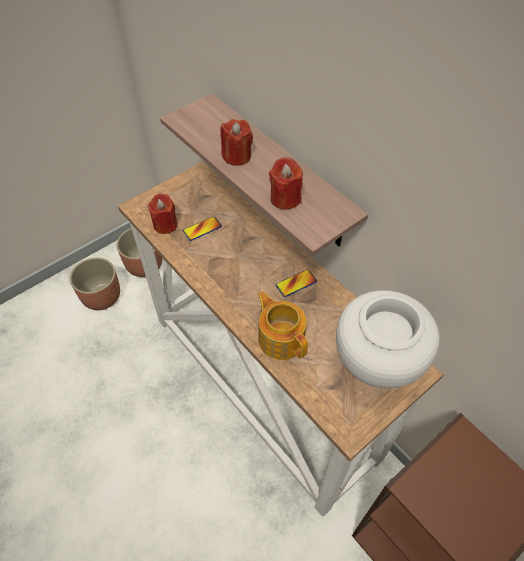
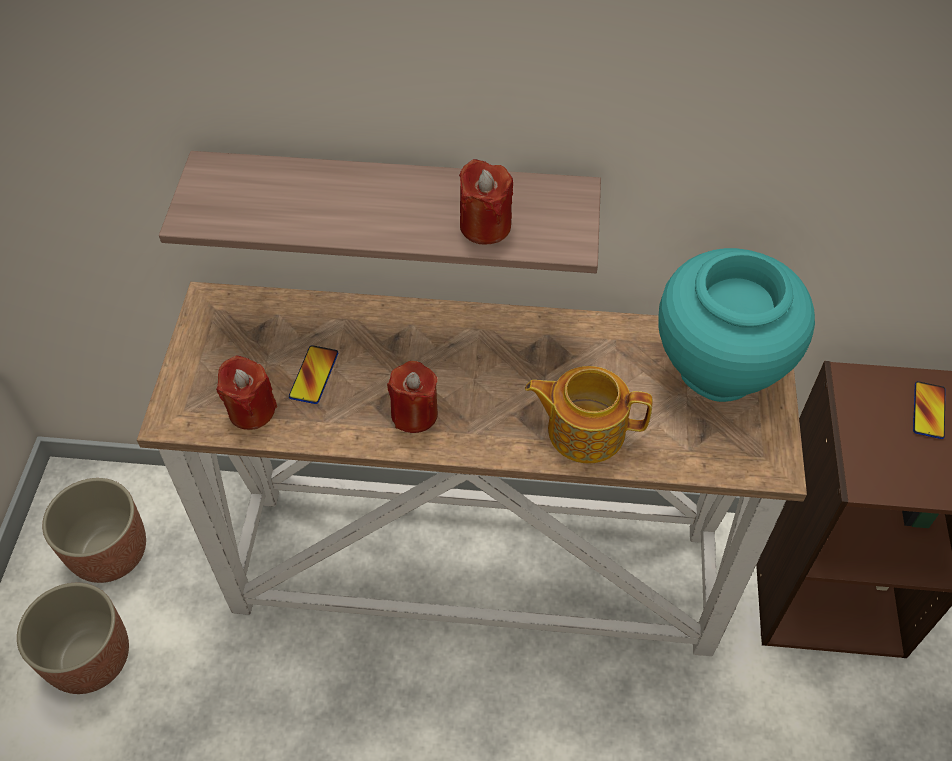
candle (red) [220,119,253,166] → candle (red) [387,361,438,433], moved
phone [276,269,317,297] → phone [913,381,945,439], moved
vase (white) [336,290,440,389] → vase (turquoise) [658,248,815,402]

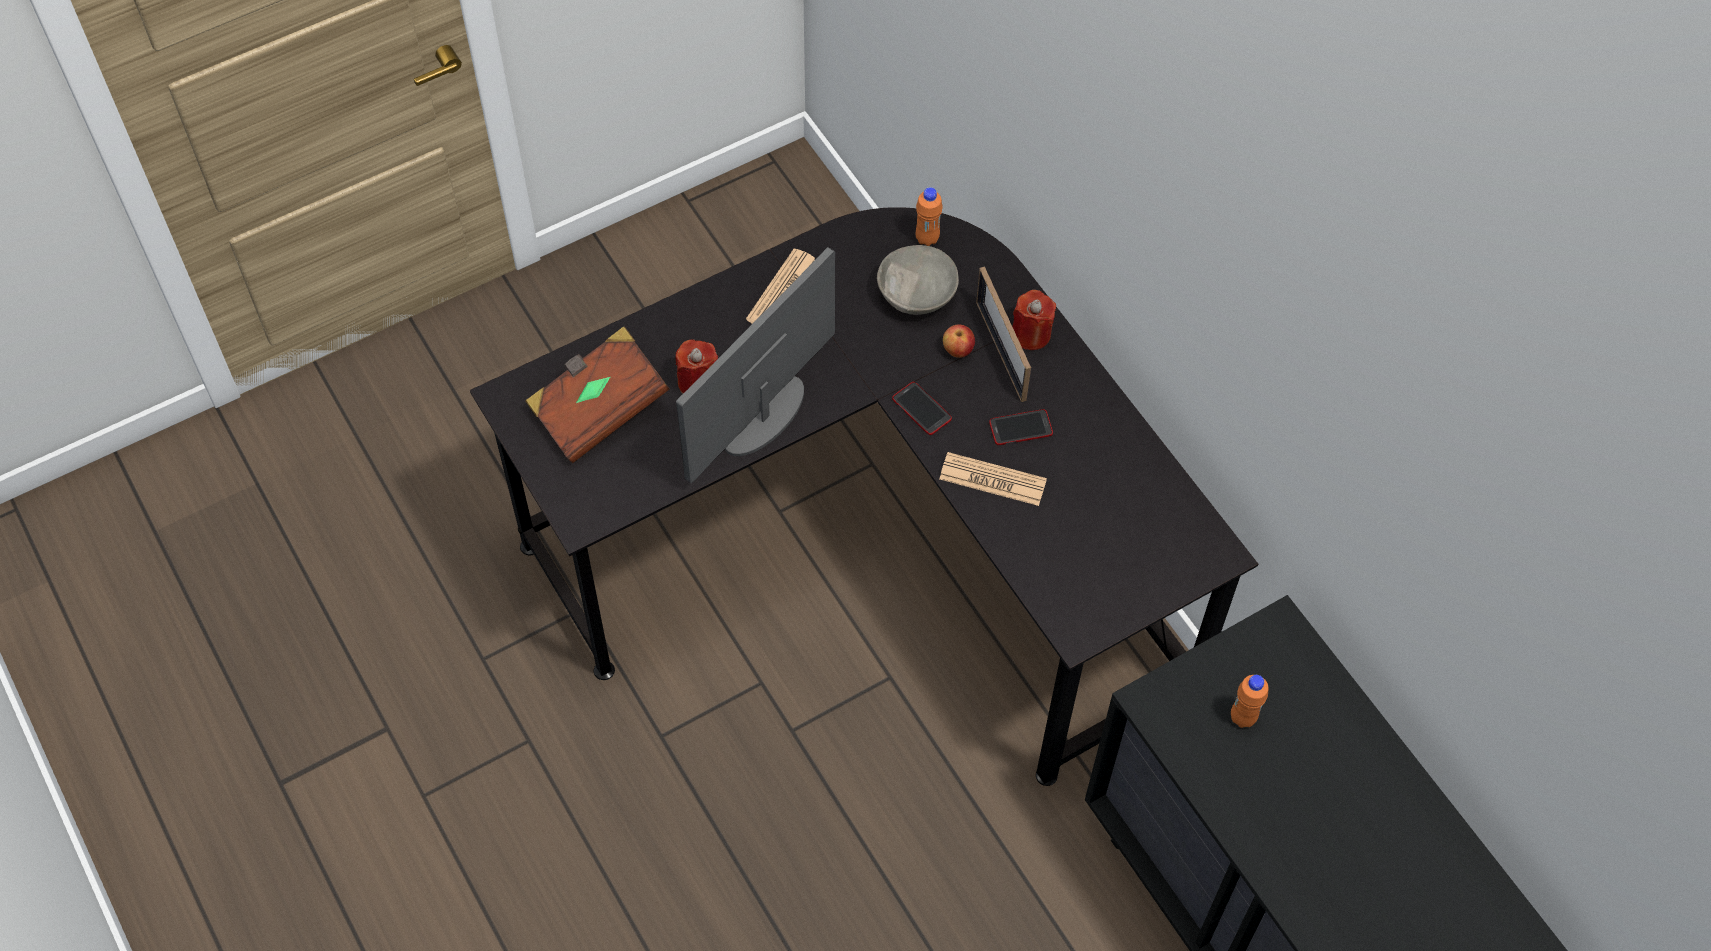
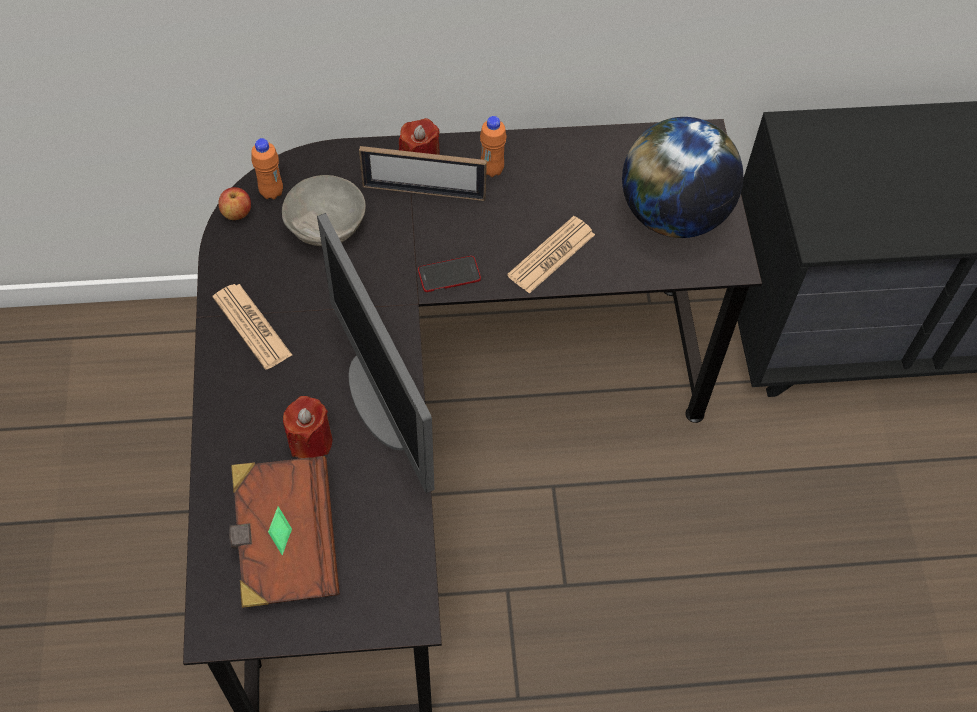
apple [943,325,975,358] → apple [218,187,251,220], moved
phone [989,409,1053,445] → -
bottle (orange) [1231,675,1269,728] → bottle (orange) [480,116,507,177], moved
- → globe [622,117,743,238]

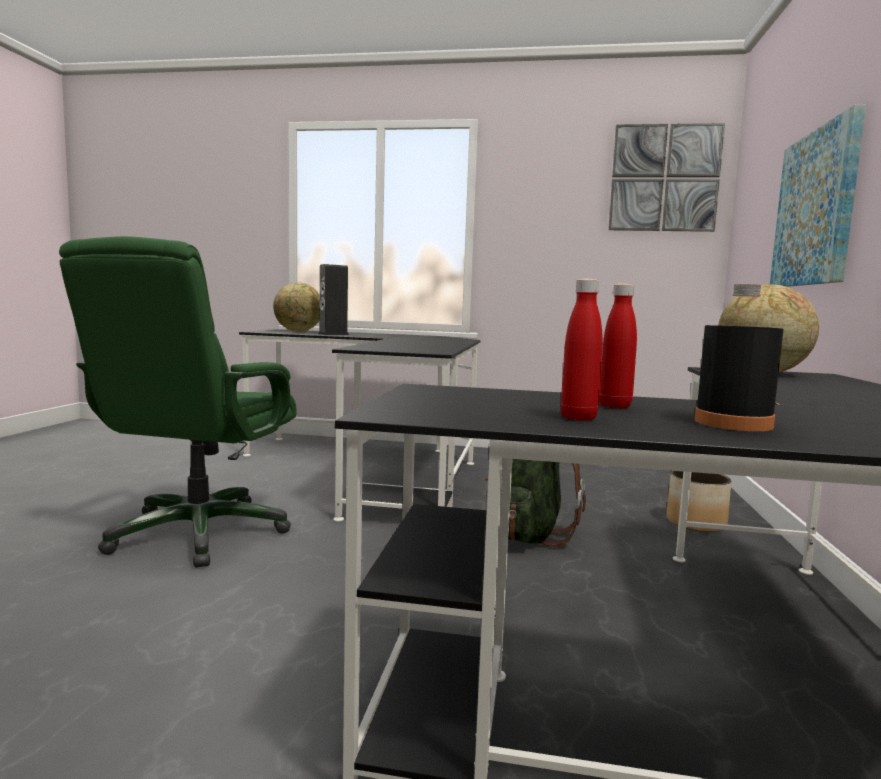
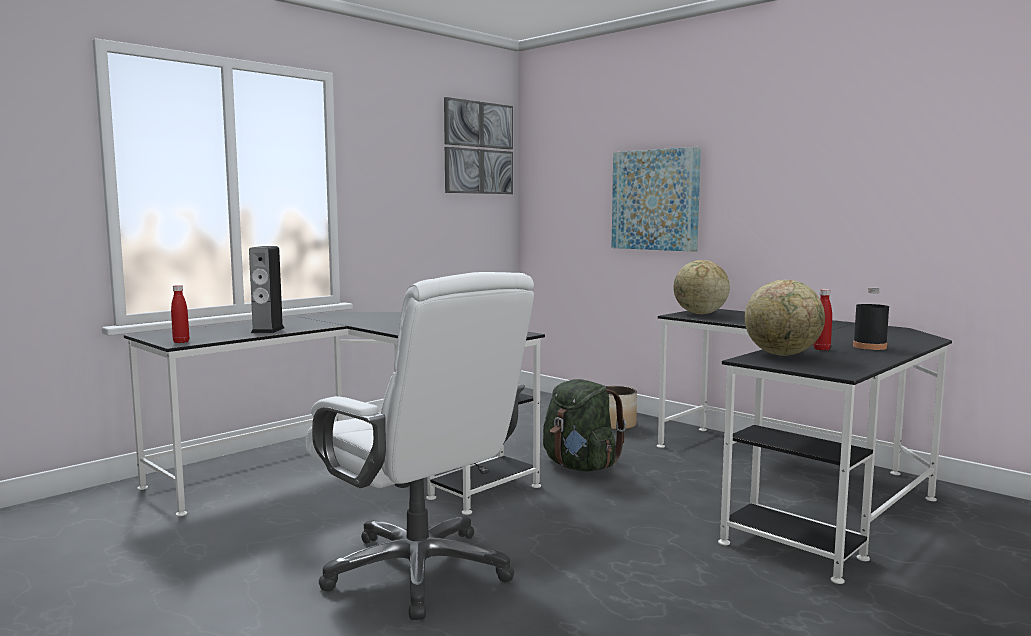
office chair (green) [59,236,297,568] → office chair (white) [305,272,534,620]
bottle (red) [561,279,603,421] → bottle (red) [171,285,189,343], moved
globe [273,282,320,332] → globe [745,280,825,356], moved

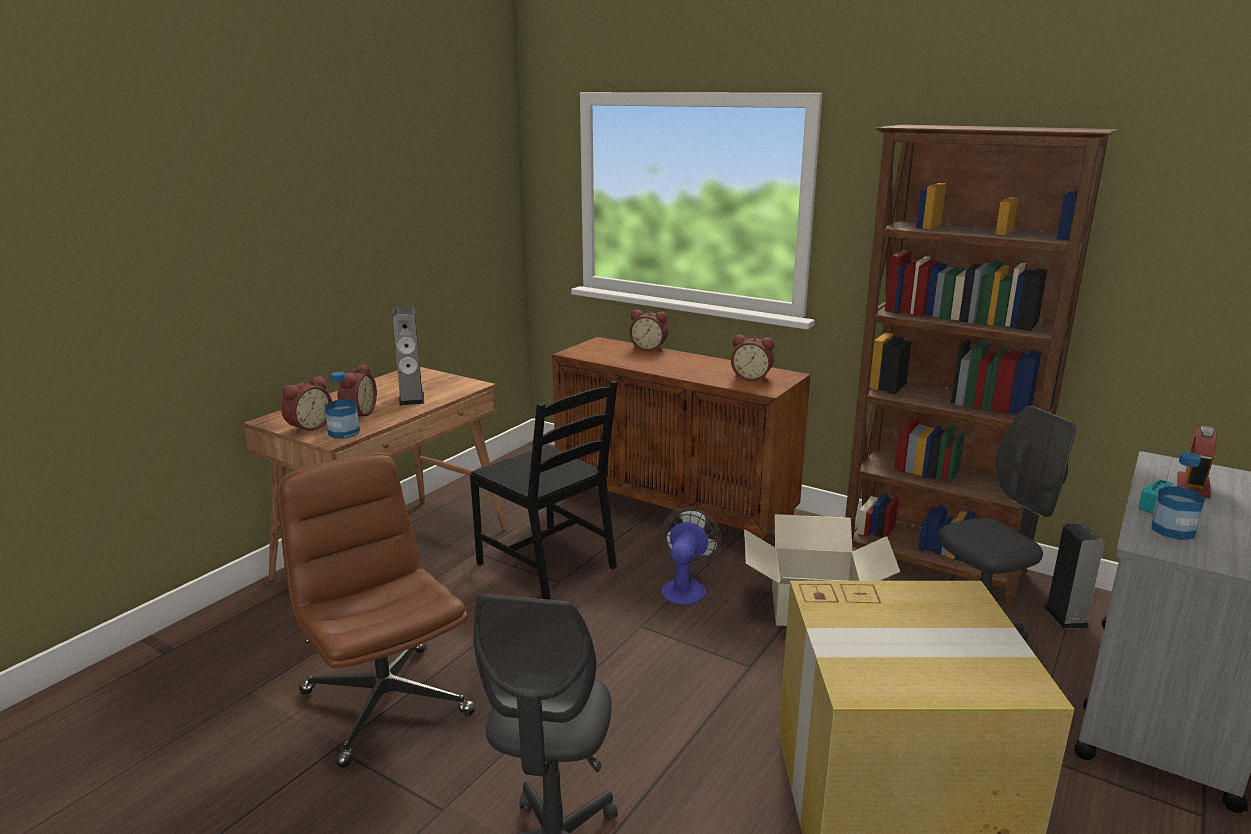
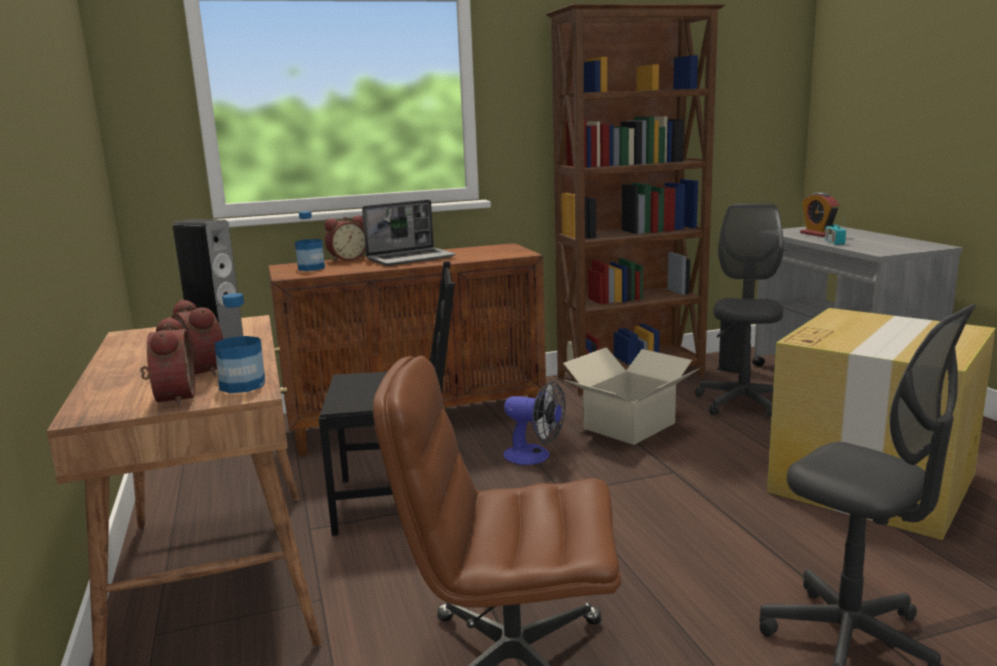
alarm clock [731,335,775,381] → -
bottle [1152,452,1205,540] → bottle [295,211,325,271], moved
fan [662,508,721,605] → fan [504,381,565,465], 150 degrees clockwise
- → laptop [362,200,456,266]

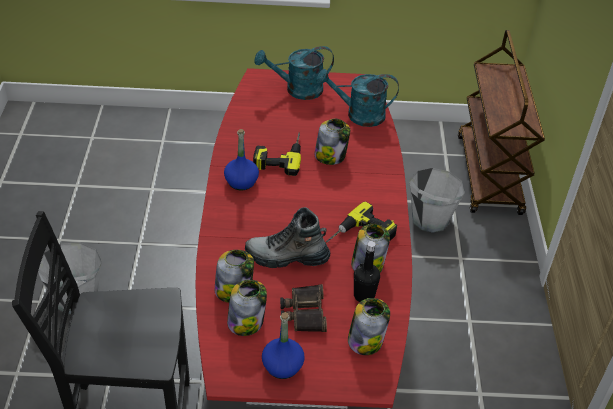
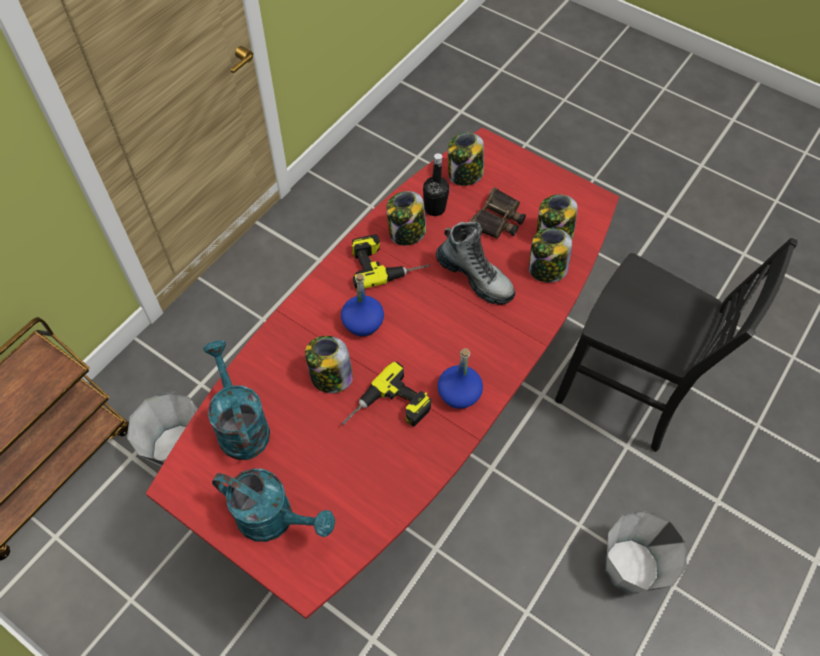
watering can (turquoise) [316,69,399,127] → watering can (turquoise) [203,340,270,460], 150 degrees counterclockwise
bottle (blue) [262,312,305,379] → bottle (blue) [341,274,384,336], moved

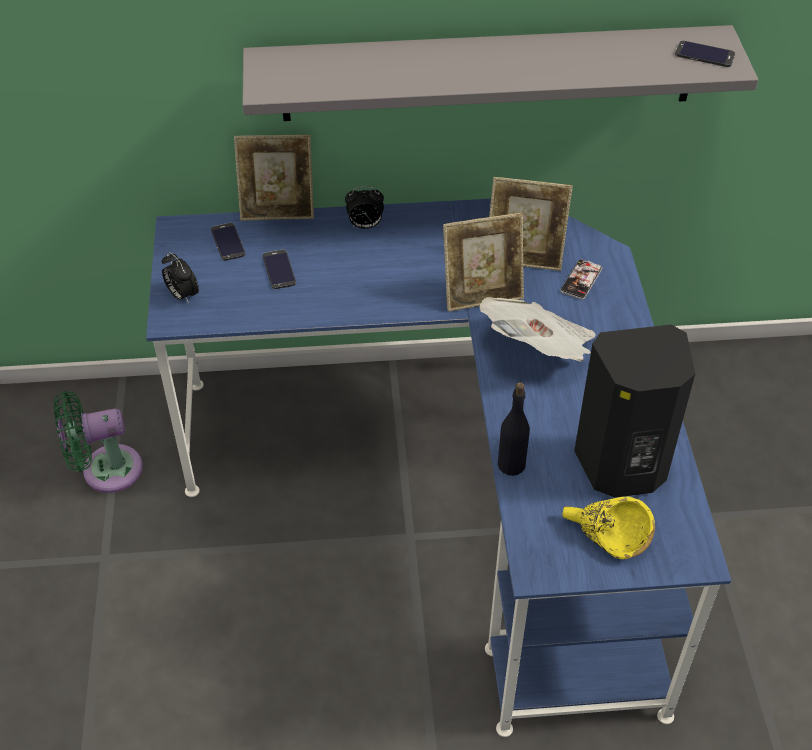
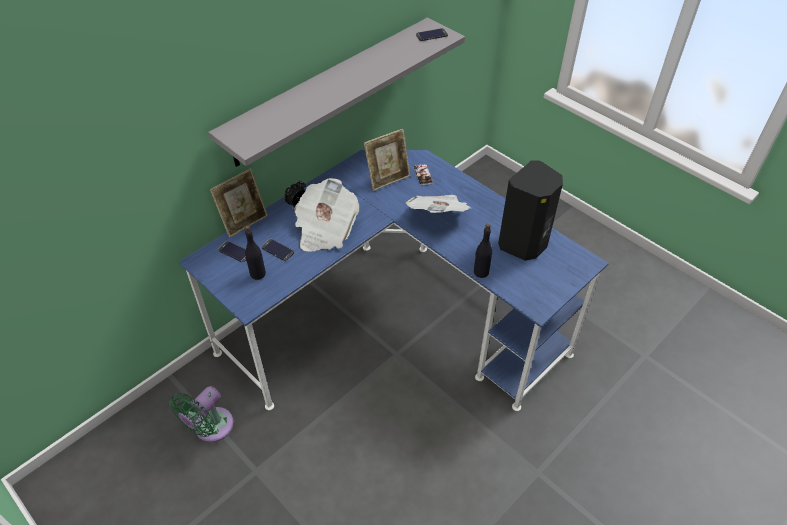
picture frame [443,213,524,312] → -
alarm clock [161,252,199,304] → -
bowl (yellow) [562,497,655,559] → -
- → newspaper [294,178,359,252]
- → bottle (black) [245,226,266,280]

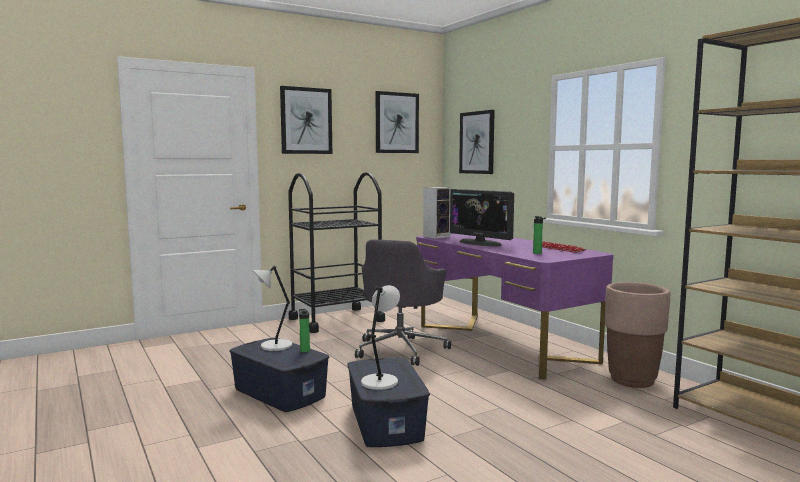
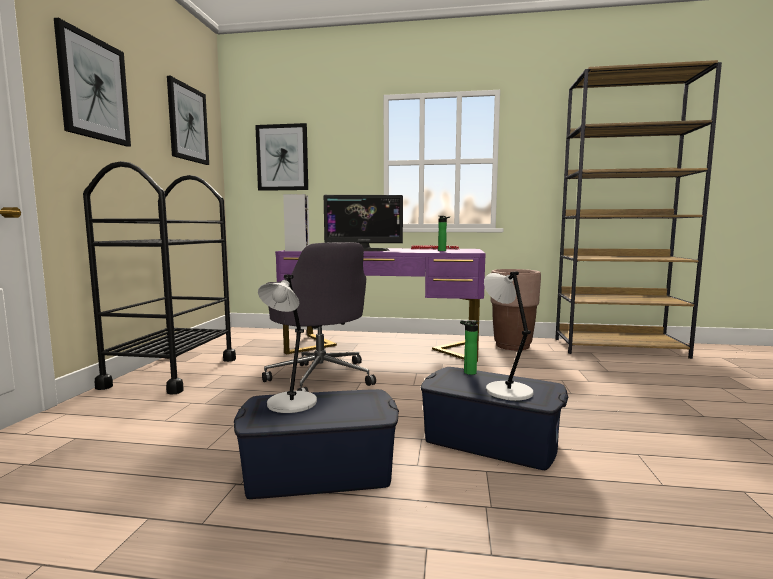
bottle [299,309,310,353] → bottle [460,320,479,375], moved

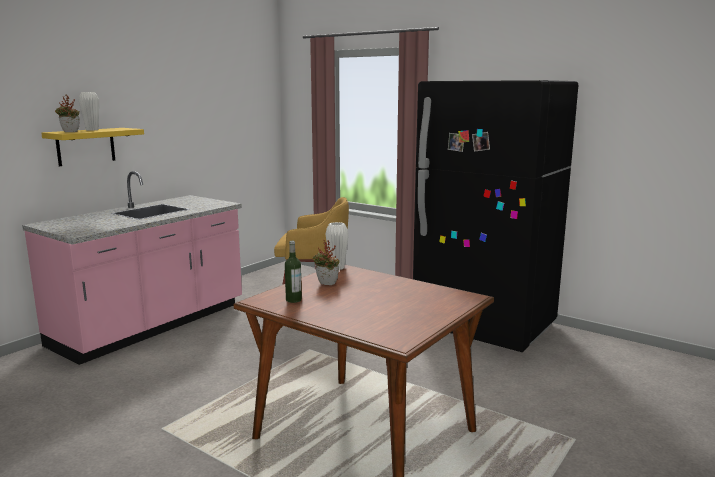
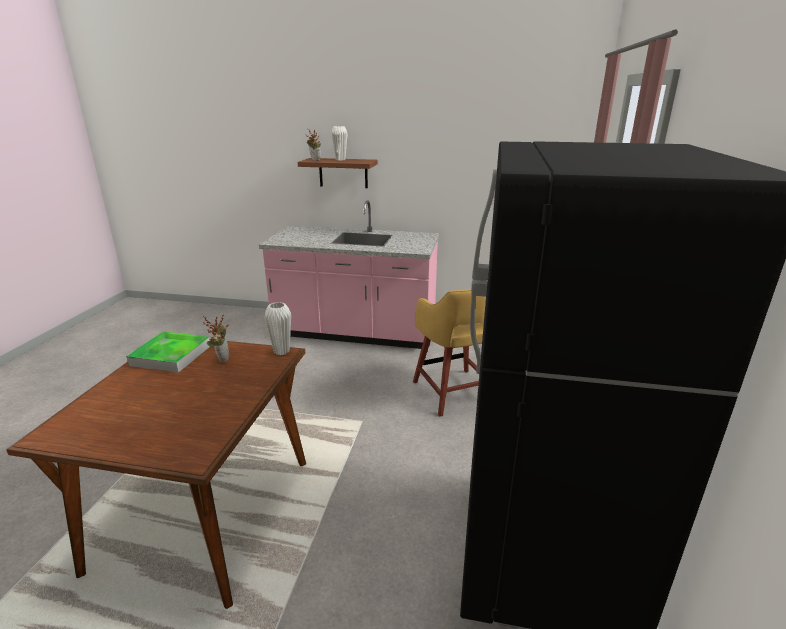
shelf (yellow) [41,128,144,166] → shelf (brown) [298,158,377,188]
bottle [285,241,302,303] → tray [126,331,210,373]

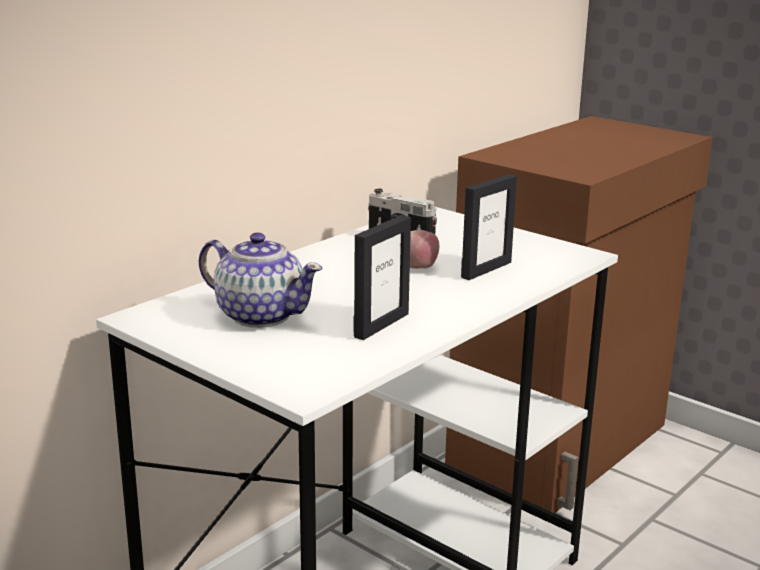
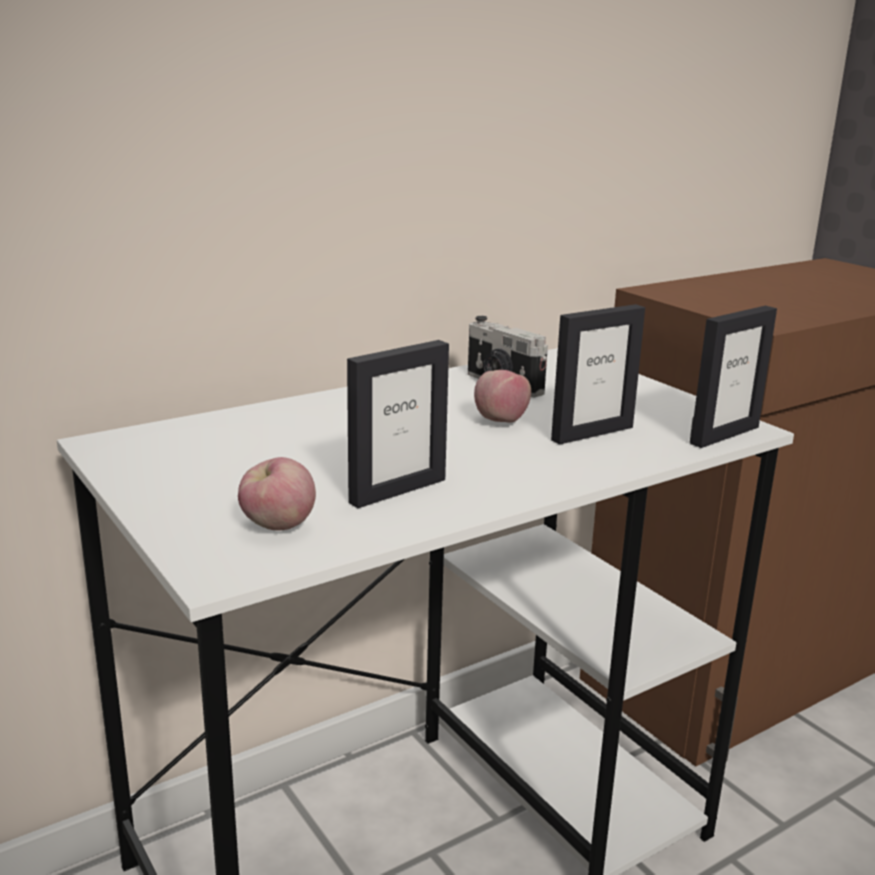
teapot [199,233,323,328] → -
- → picture frame [690,306,777,448]
- → apple [238,457,316,530]

